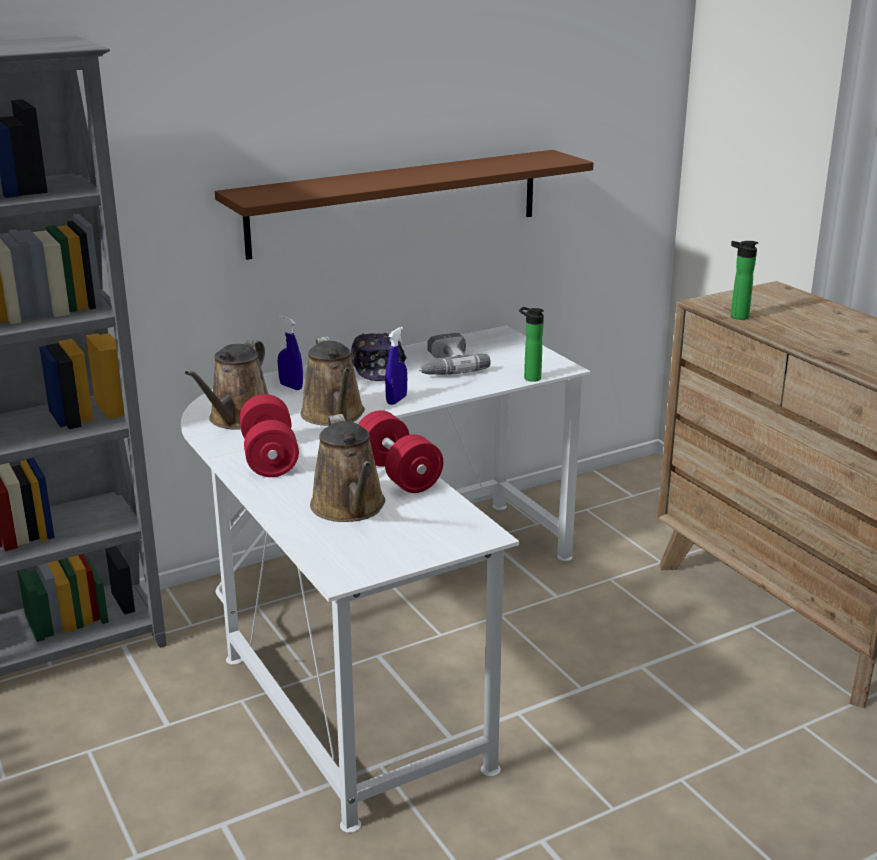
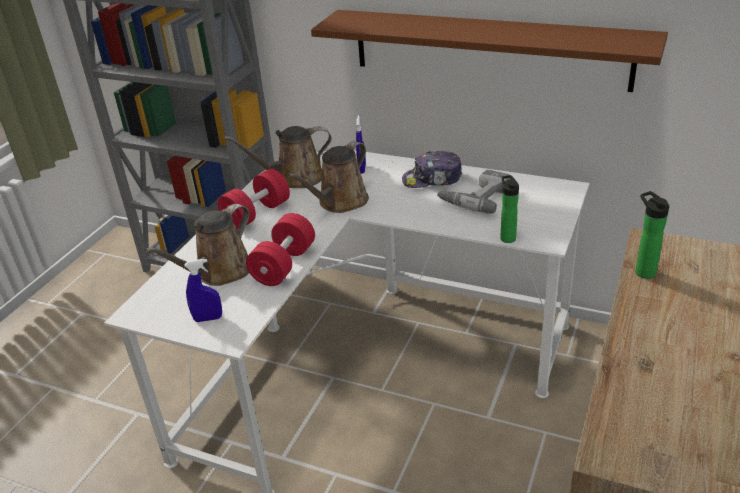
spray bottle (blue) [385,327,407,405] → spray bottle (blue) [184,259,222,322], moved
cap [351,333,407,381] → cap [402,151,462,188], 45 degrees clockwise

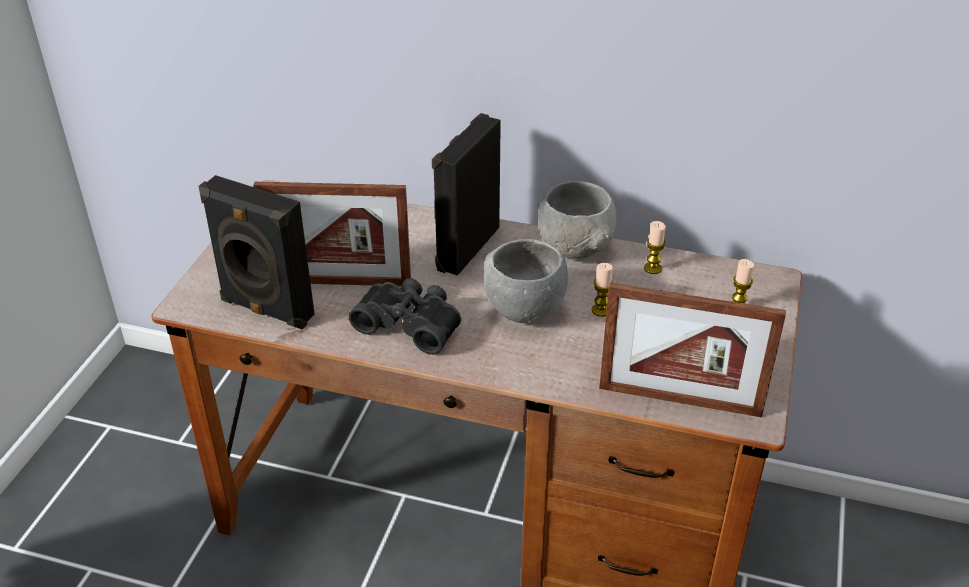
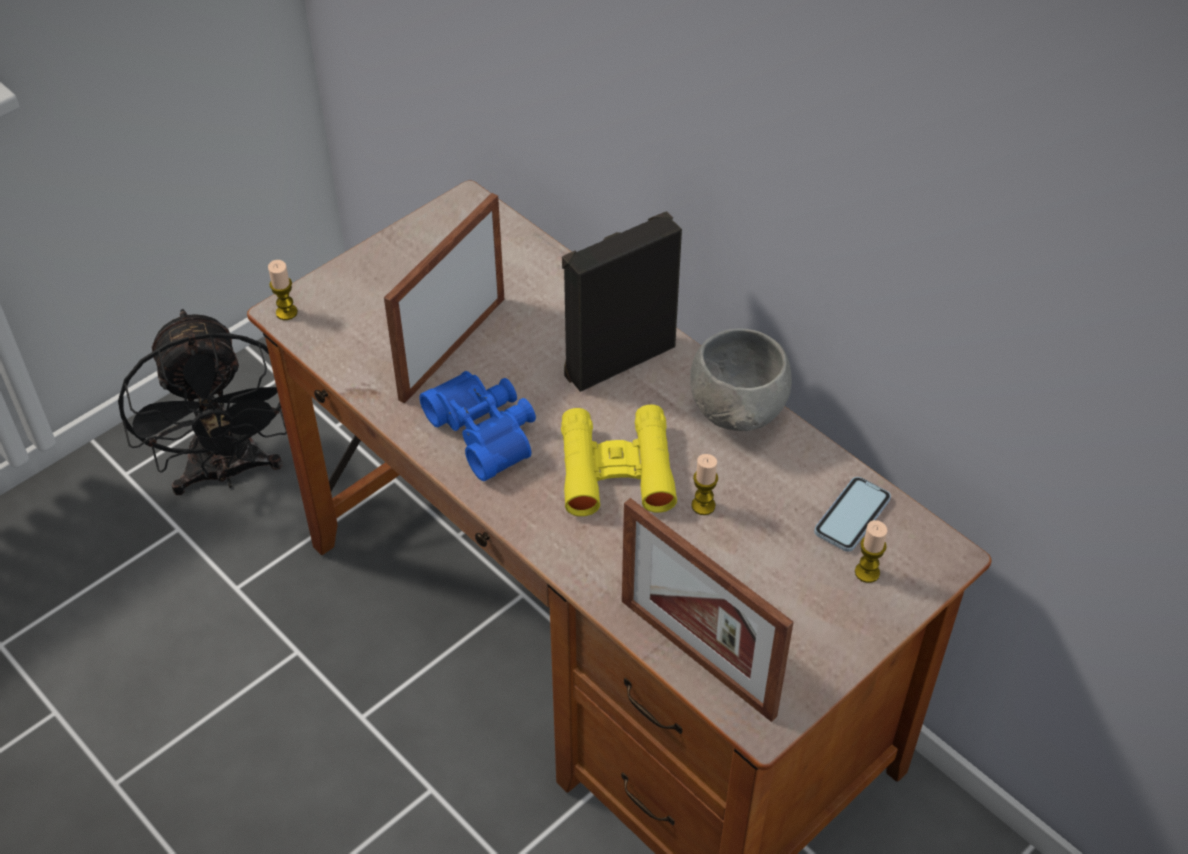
speaker (black) [198,175,315,329] → -
picture frame [253,182,411,286] → picture frame [384,193,504,403], 90 degrees clockwise
candle [644,221,666,274] → candle [268,260,298,320], moved
bowl (grey) [484,239,568,323] → binoculars (yellow) [561,405,677,516]
binoculars (black) [348,278,461,355] → binoculars (blue) [419,371,536,481]
- → fan (black) [118,309,287,495]
- → phone [814,477,891,552]

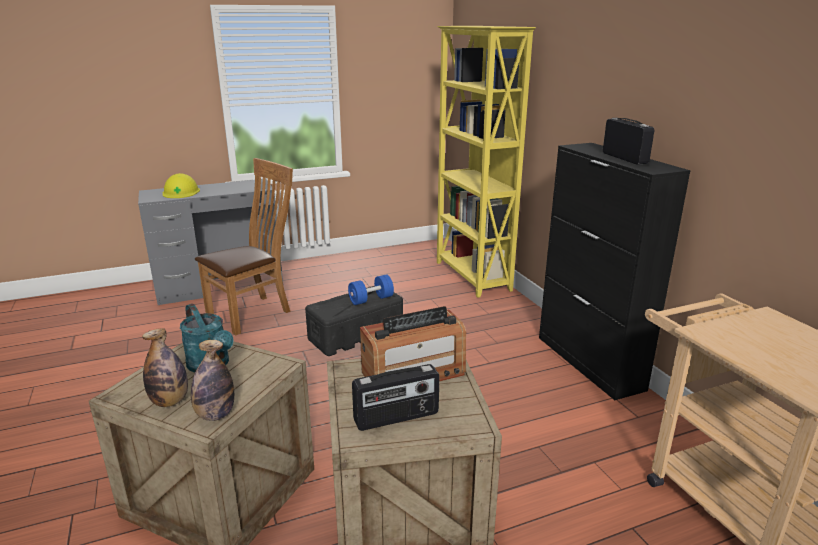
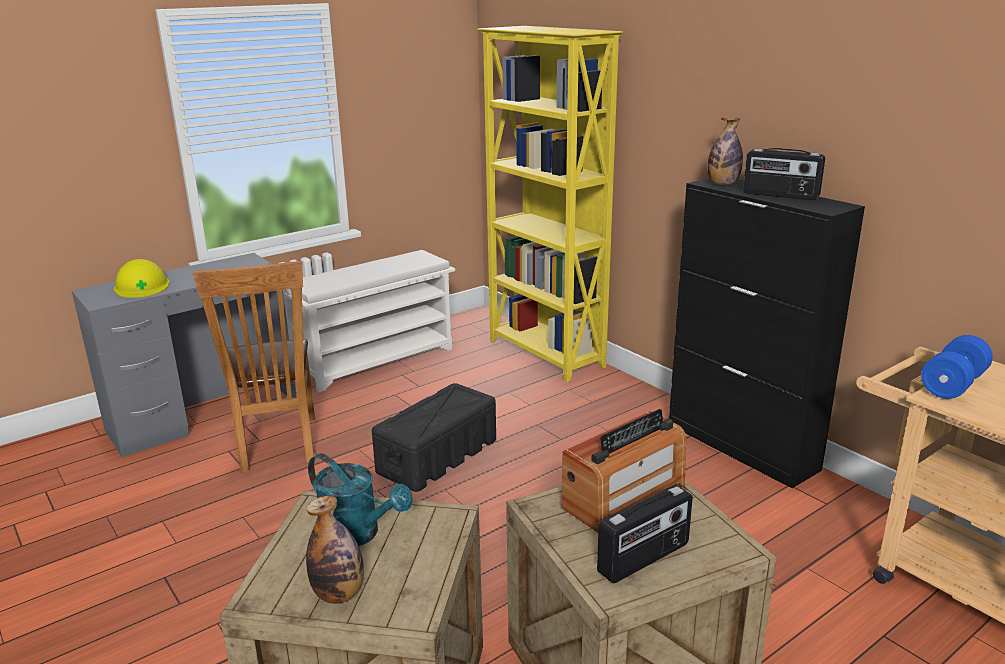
radio [603,118,654,165] → radio [743,148,825,200], 150 degrees clockwise
chair (brown) [195,158,293,336] → chair (brown) [193,261,315,473], 135 degrees clockwise
dumbbell (blue) [348,274,394,305] → dumbbell (blue) [921,335,993,399], moved
bottle [191,340,234,421] → bottle [707,118,743,185], moved
- → shoe rack (white) [283,250,455,392]

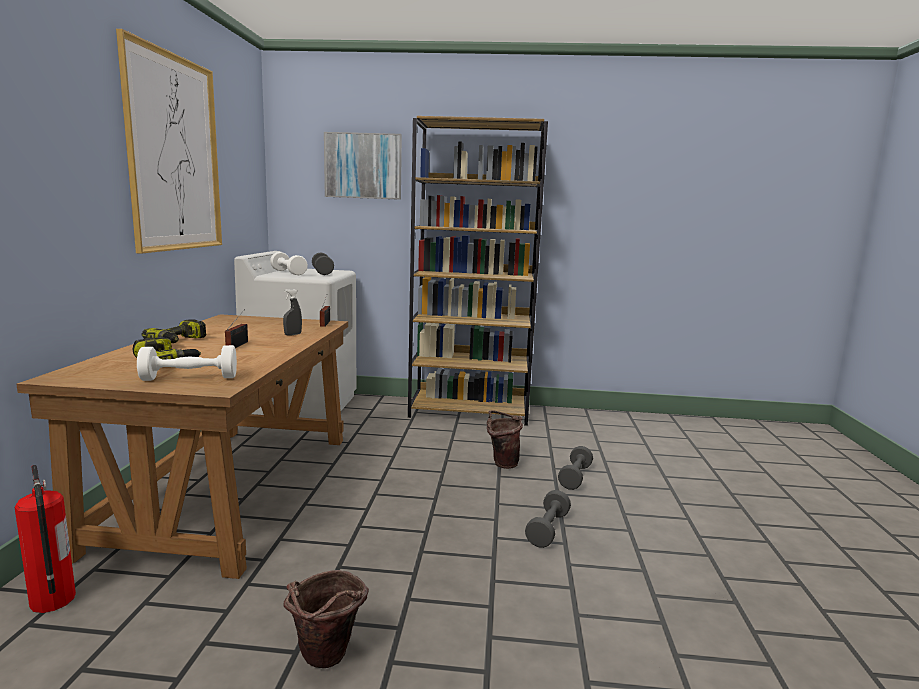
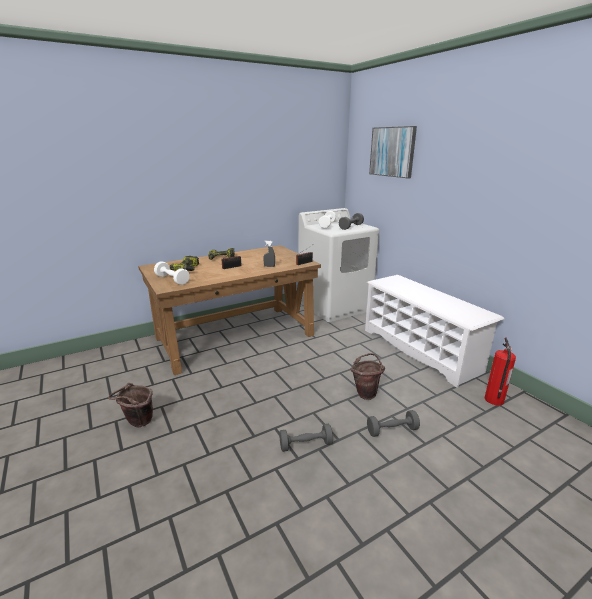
picture [116,29,222,254] → -
bookcase (brown) [408,116,548,426] → shoe rack (white) [365,275,504,388]
fire extinguisher [14,465,76,613] → fire extinguisher [485,337,516,406], moved

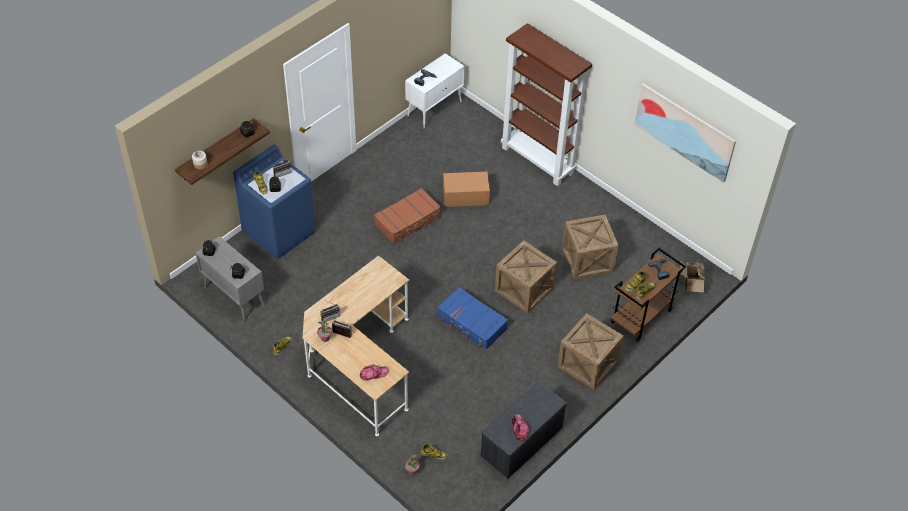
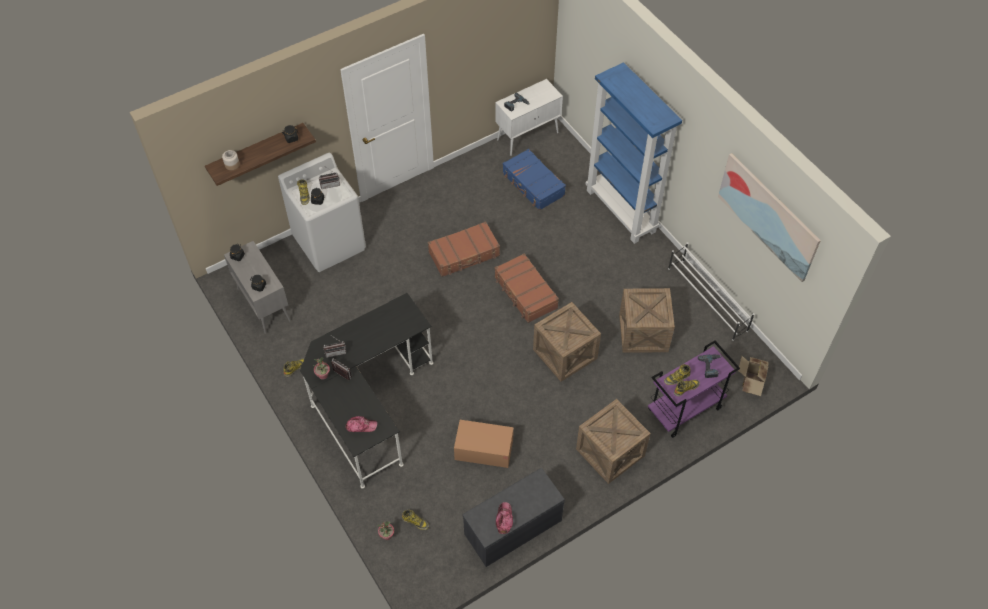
bookcase (brown) [501,23,592,186] → bookcase (blue) [585,62,682,244]
washing machine (blue) [233,145,315,259] → washing machine (white) [278,153,366,272]
cardboard box [443,172,490,207] → cardboard box [454,420,514,468], moved
cart (brown) [610,248,686,342] → cart (purple) [648,341,740,438]
desk (beige) [303,255,409,436] → desk (black) [300,293,433,488]
suitcase (blue) [437,287,508,350] → suitcase (blue) [503,149,566,210], moved
- → shoe rack (white) [668,242,754,341]
- → suitcase (brown) [495,253,559,323]

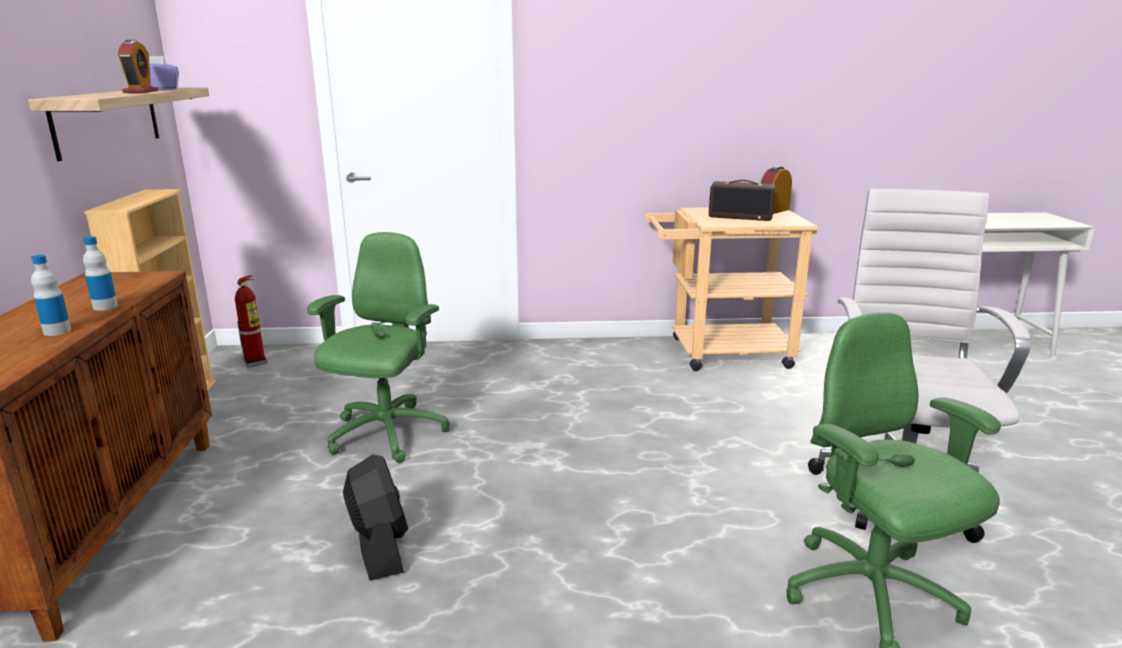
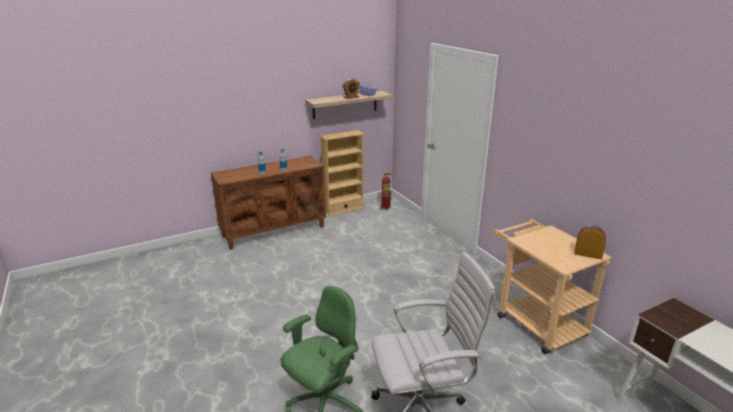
radio [709,180,776,221] → -
office chair (green) [307,232,450,463] → -
fan (black) [343,454,409,580] → -

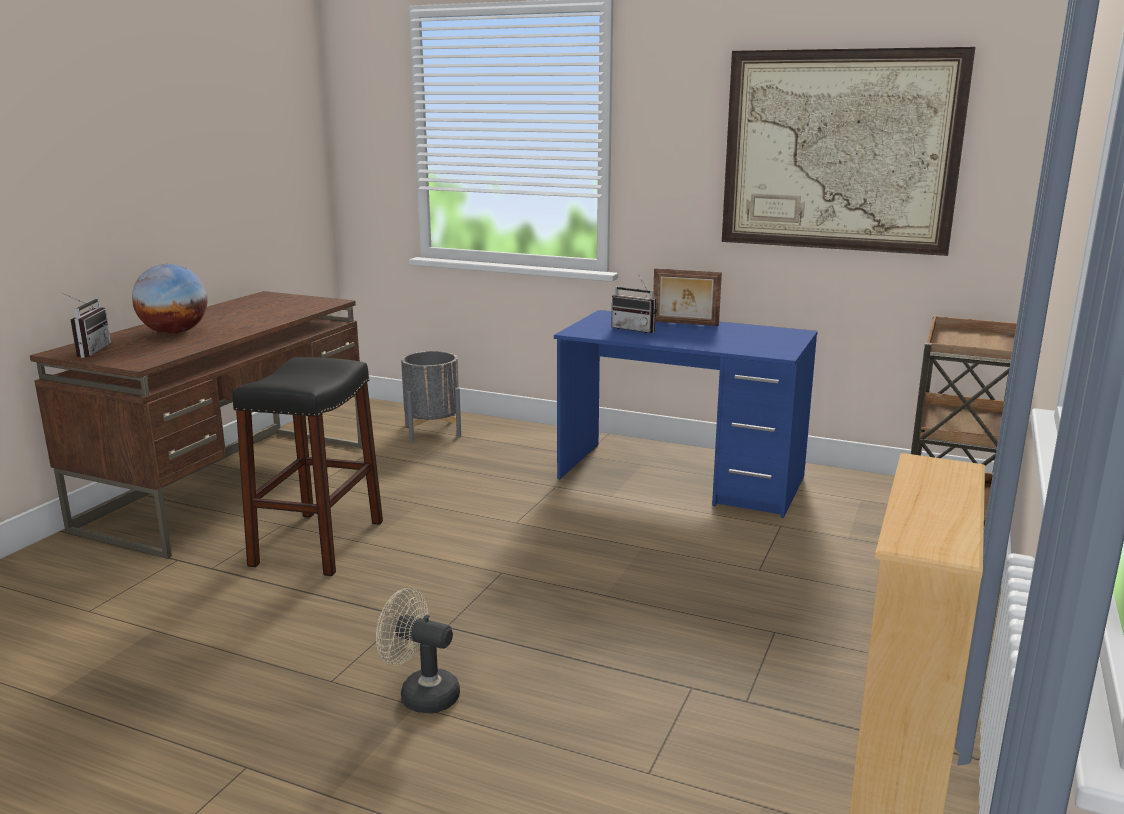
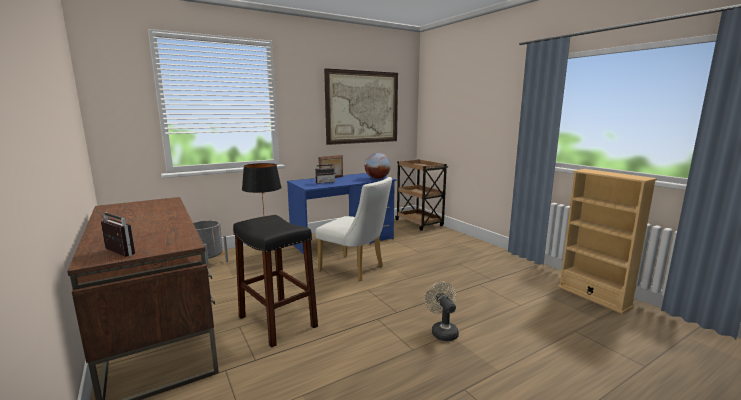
globe [132,264,208,334] → globe [365,152,391,179], moved
fan (beige) [376,588,460,714] → fan (beige) [425,282,459,341], 105 degrees clockwise
- → table lamp (black) [242,163,282,222]
- → chair (white) [315,177,392,281]

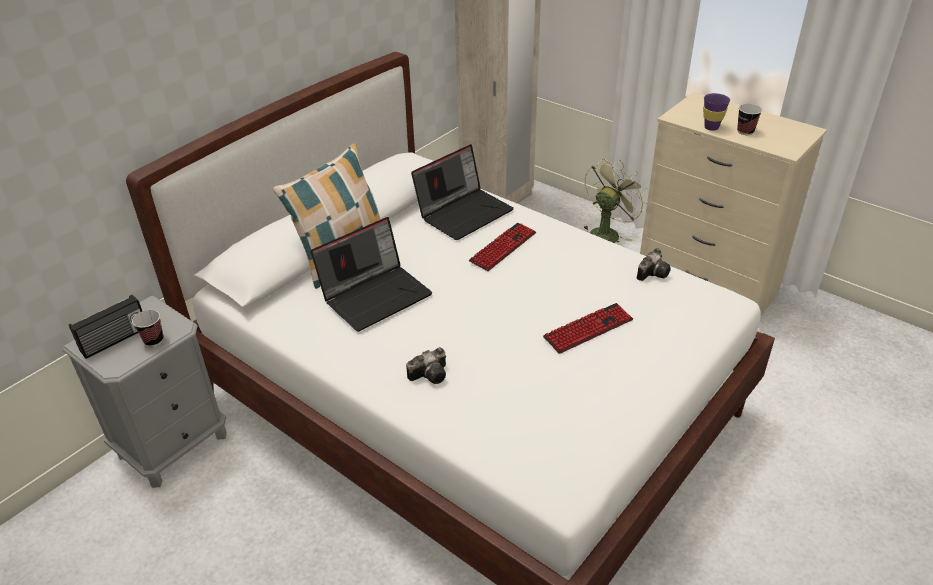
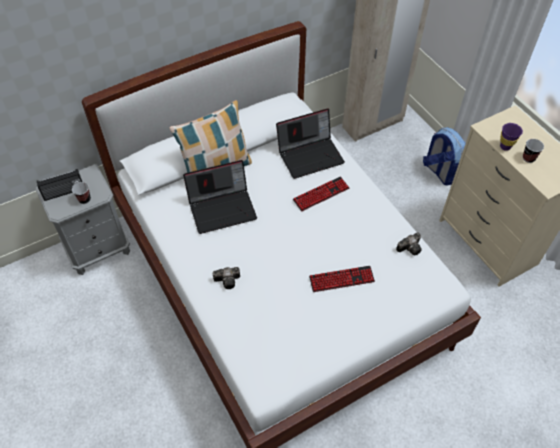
fan (green) [584,159,648,243] → backpack [423,127,466,185]

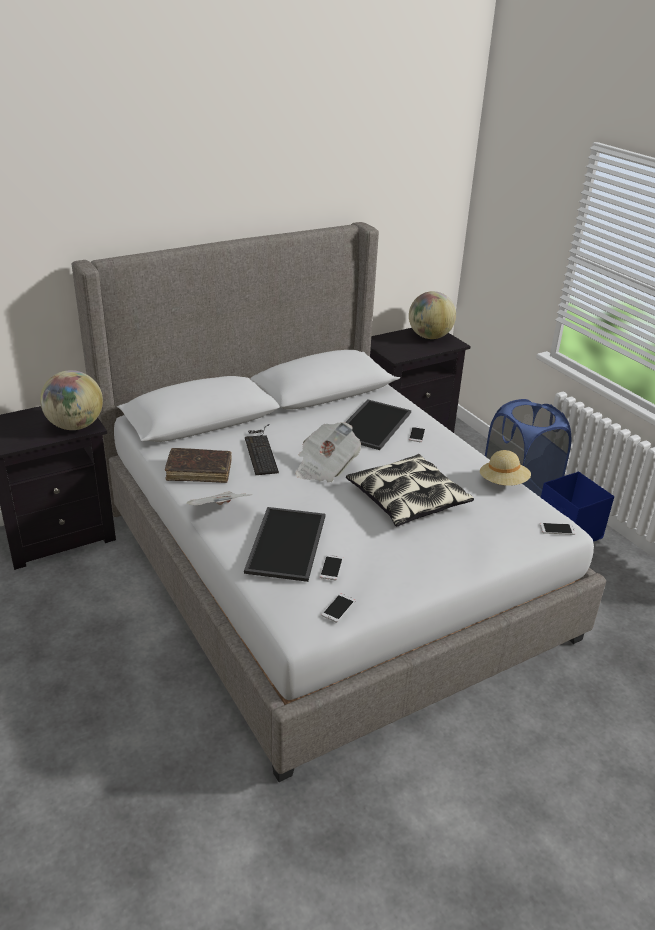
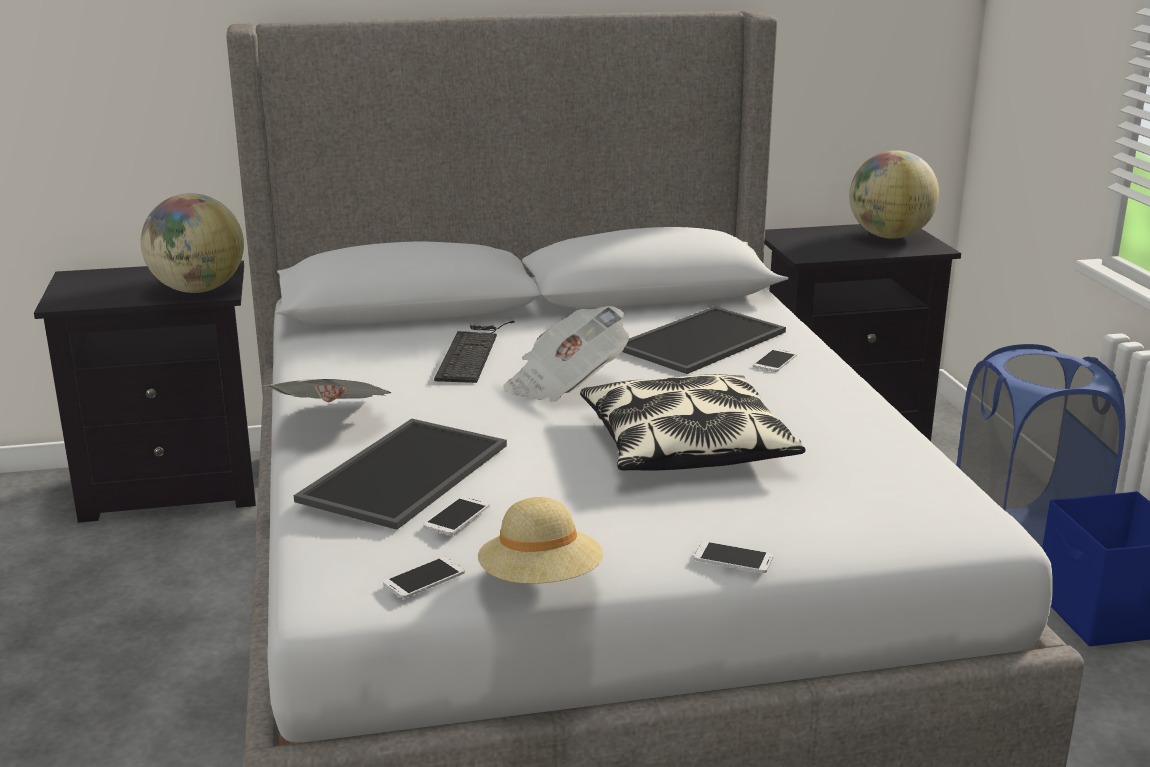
book (brown) [165,448,232,483] → -
hat (beige) [480,450,531,486] → hat (beige) [478,497,603,584], moved
phone [540,523,576,535] → phone [693,541,774,573], moved

